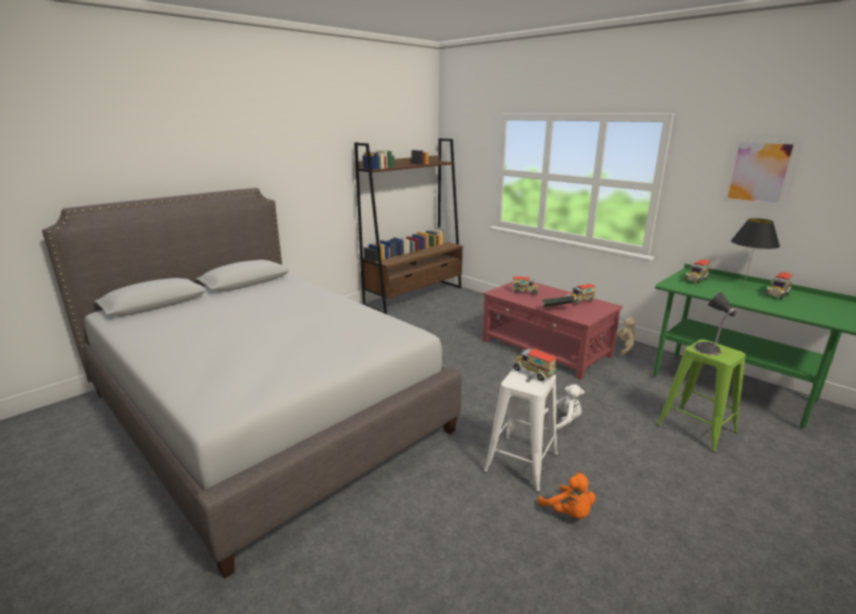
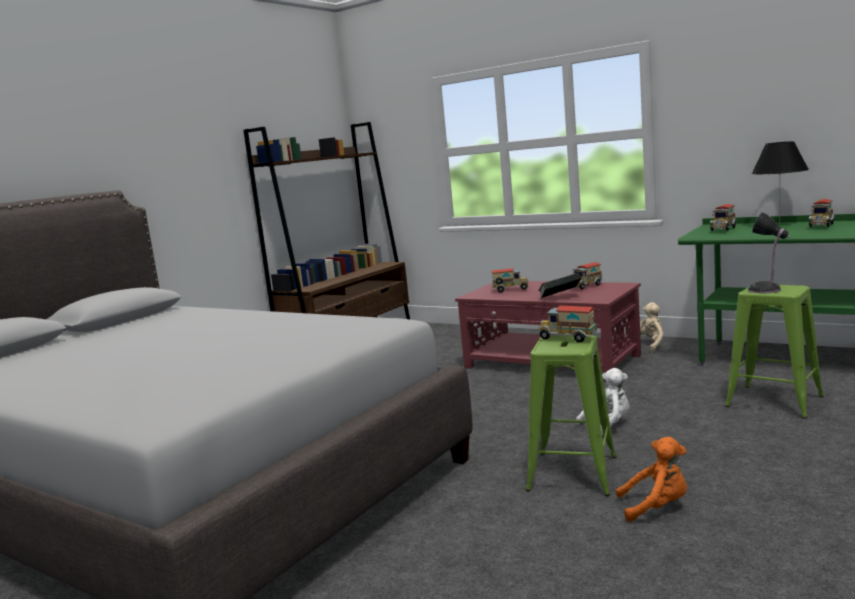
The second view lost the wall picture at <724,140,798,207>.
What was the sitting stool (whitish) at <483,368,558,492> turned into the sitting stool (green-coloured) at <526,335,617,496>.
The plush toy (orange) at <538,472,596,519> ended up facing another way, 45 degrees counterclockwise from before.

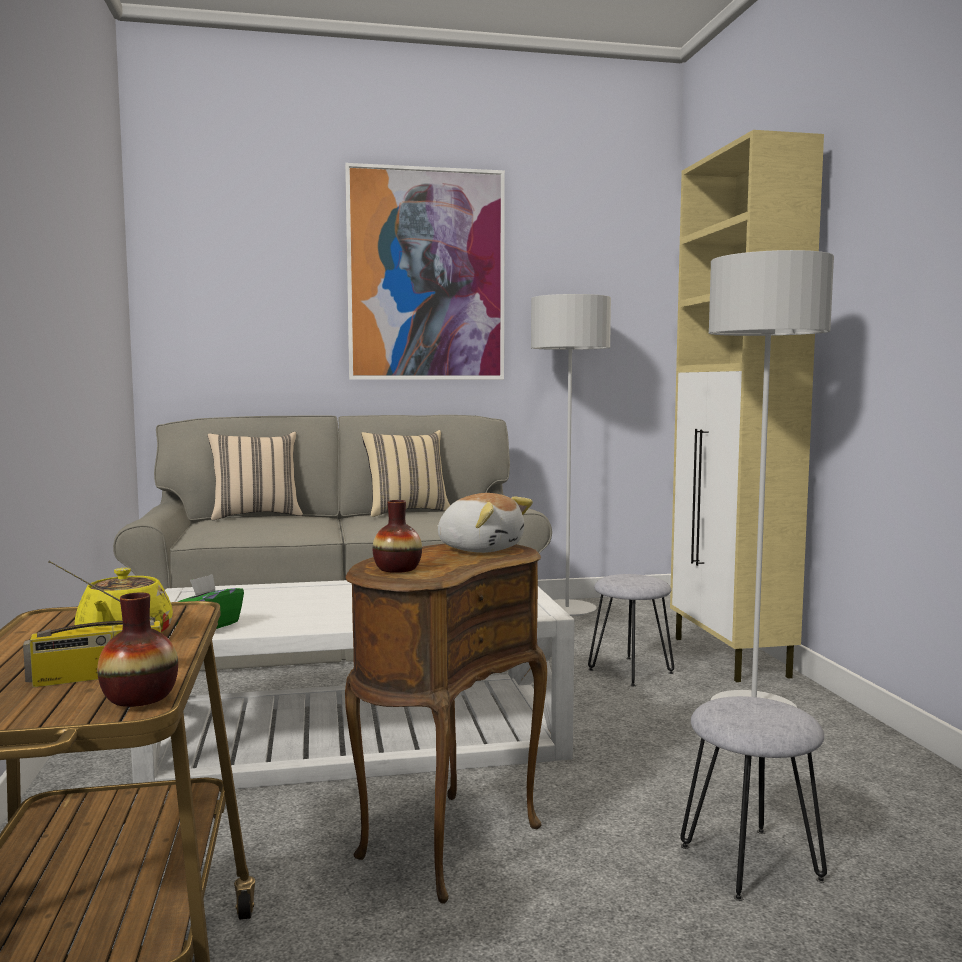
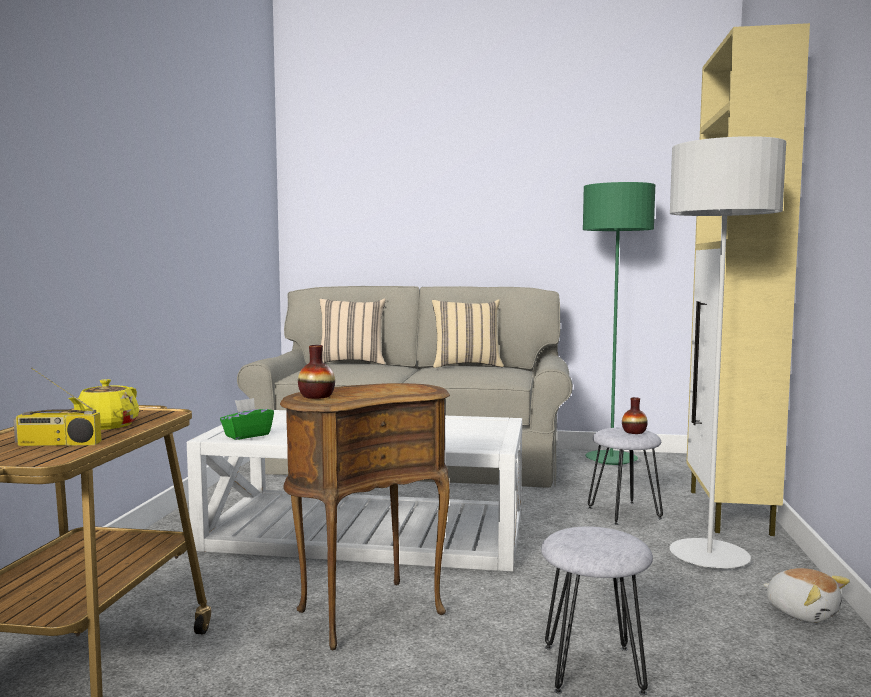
The second view lost the wall picture at <345,163,505,380>.
What was the standing lamp (gray) at <531,294,611,616> turned into the standing lamp (green-coloured) at <583,182,655,465>.
The plush toy ended up elsewhere, having gone from <437,493,533,553> to <763,568,850,623>.
The flower vase ended up elsewhere, having gone from <97,592,178,707> to <622,397,648,434>.

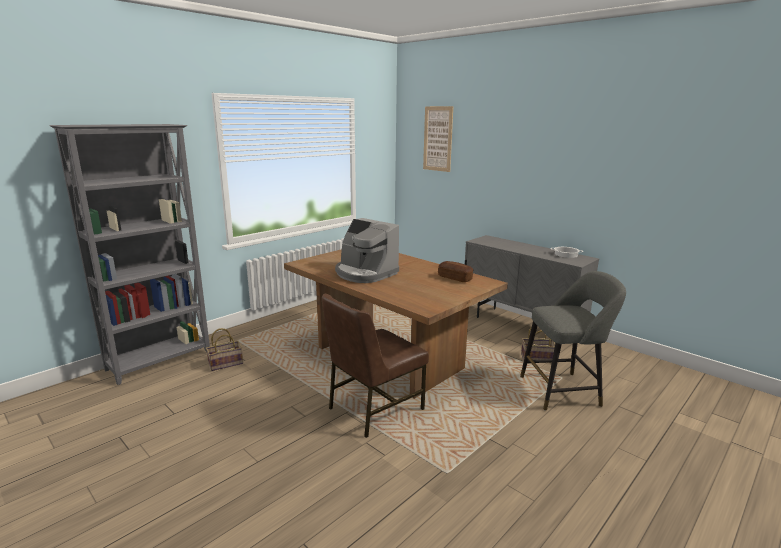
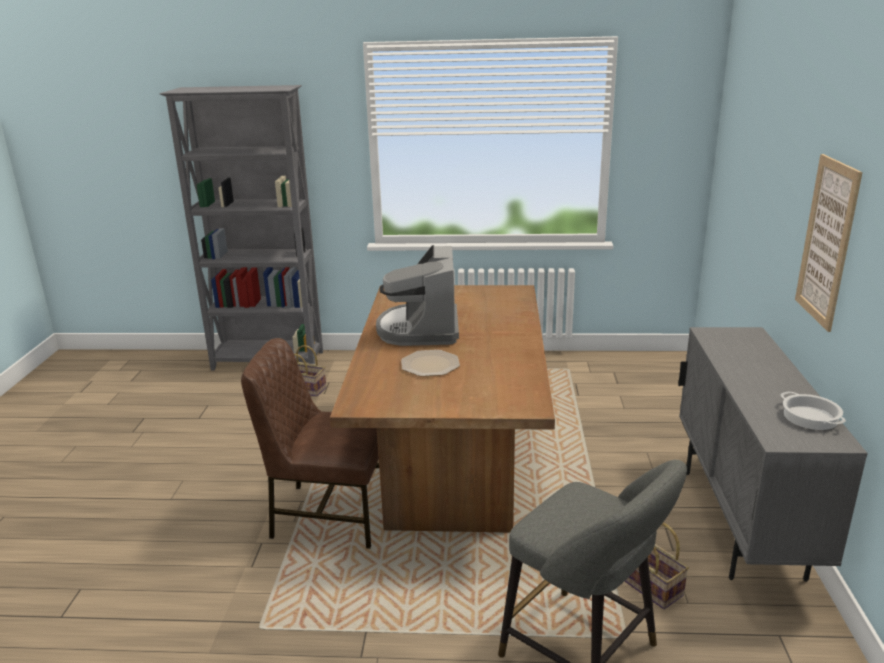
The wall picture ended up elsewhere, having gone from <423,106,453,172> to <795,154,863,332>.
The second view lost the bakery bread at <438,261,473,282>.
The second view gained the flat dish at <401,350,460,377>.

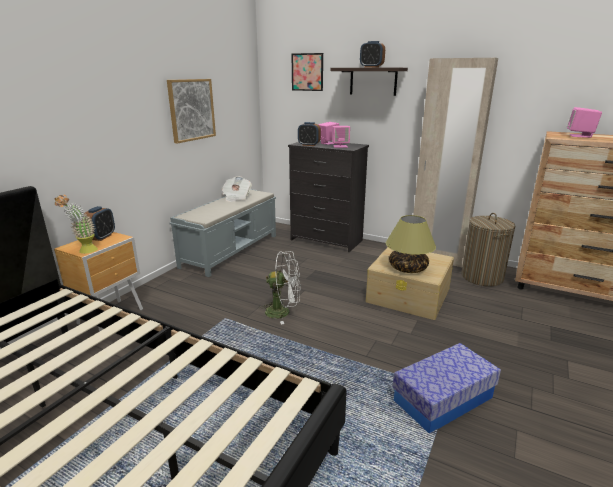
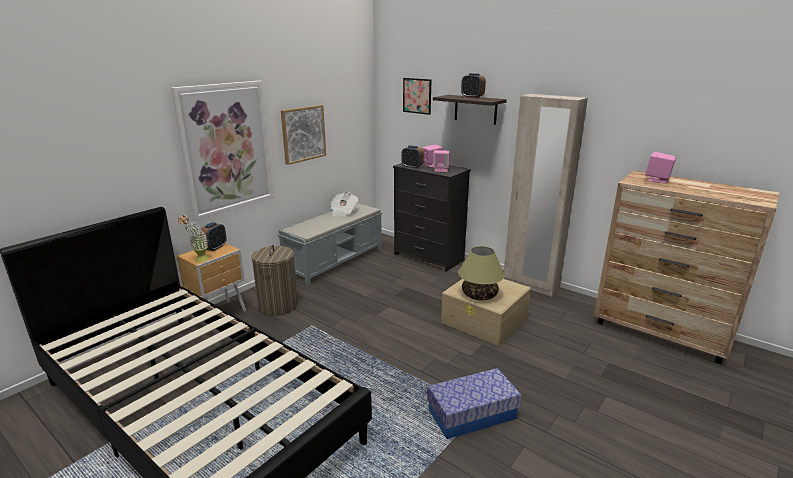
The laundry basket ended up elsewhere, having gone from <461,213,516,286> to <251,245,298,316>.
The second view lost the cooling fan (whitish) at <260,251,301,325>.
The second view gained the wall picture at <171,81,274,220>.

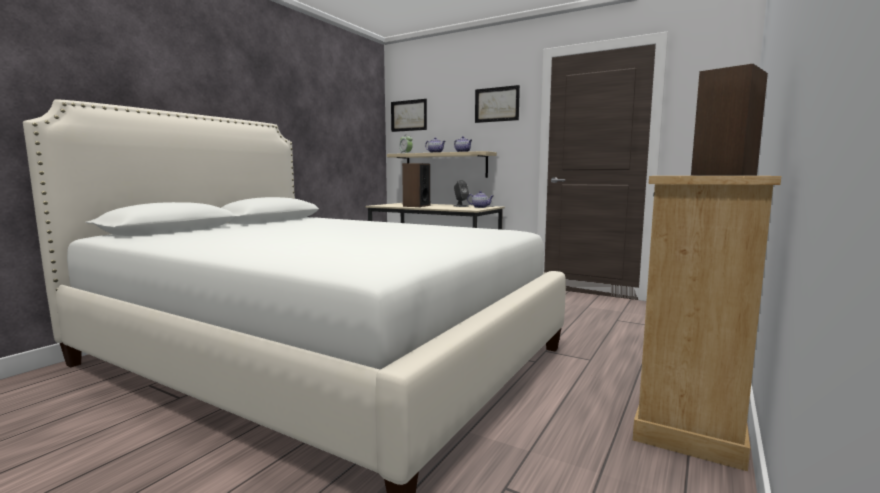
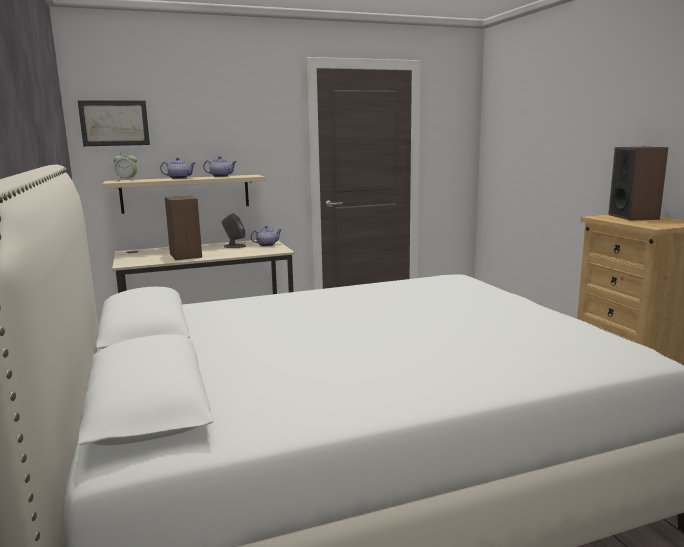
The second view lost the wall picture at <475,85,520,123>.

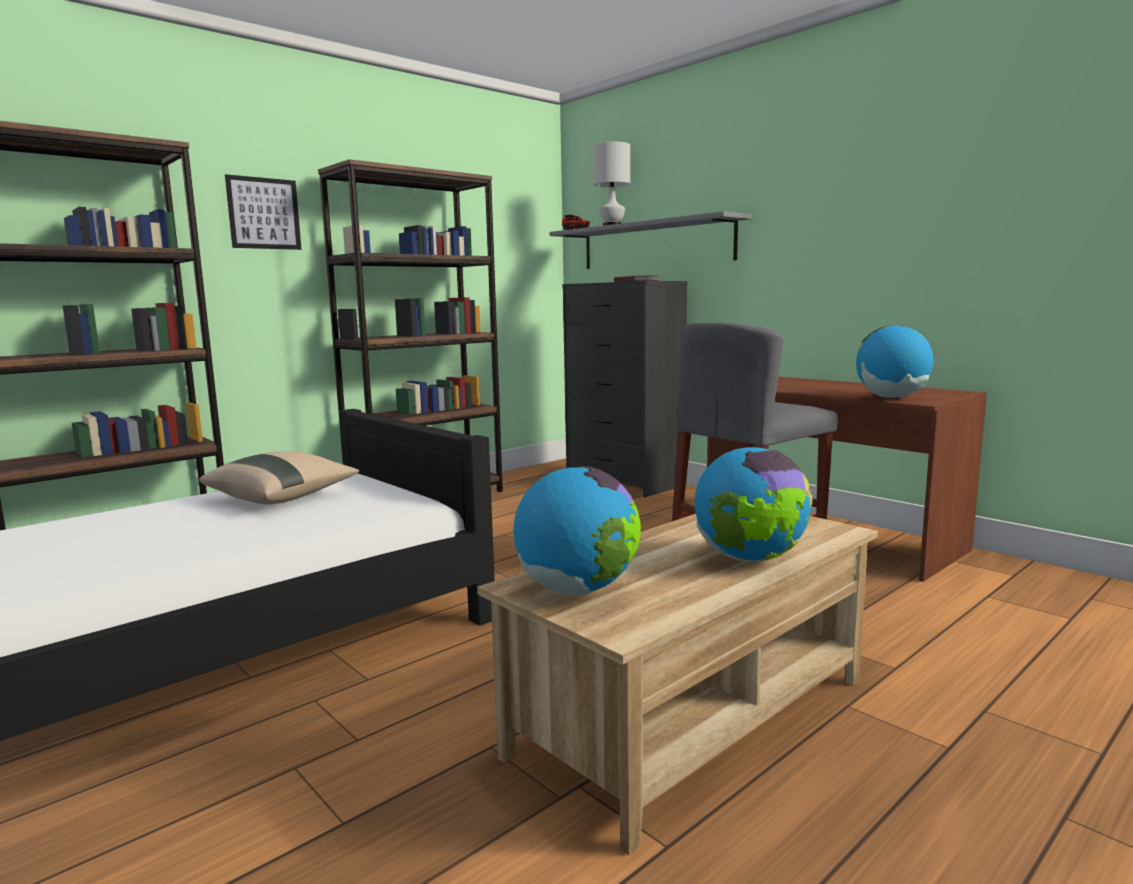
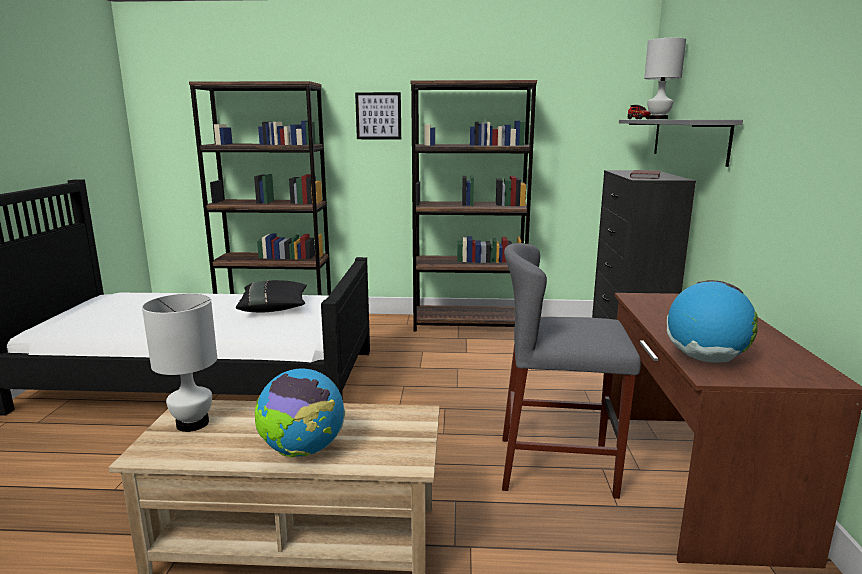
What was the cushion (beige) at <199,451,359,505> turned into the cushion (black) at <236,280,307,312>.
Where the globe stood at <514,466,641,595>, the tabletop lamp (whitish) came to stand at <142,294,217,432>.

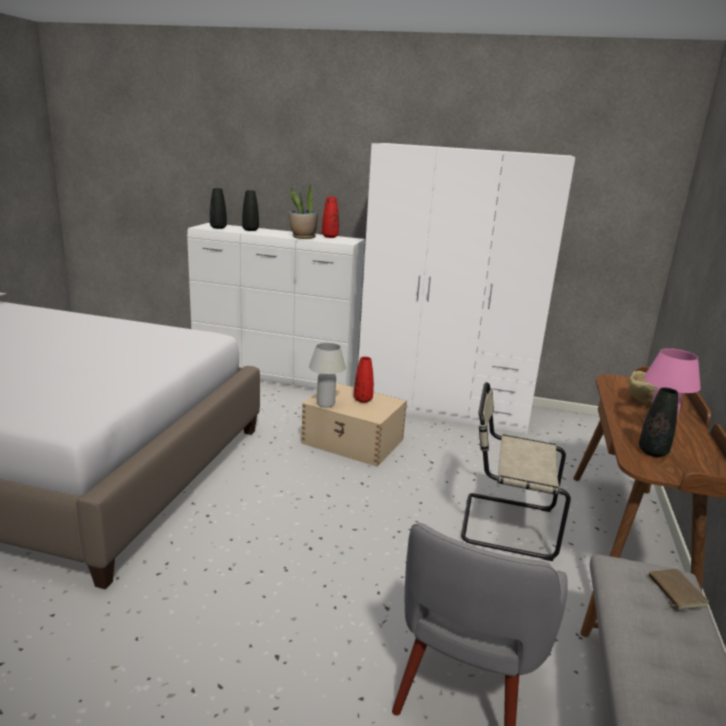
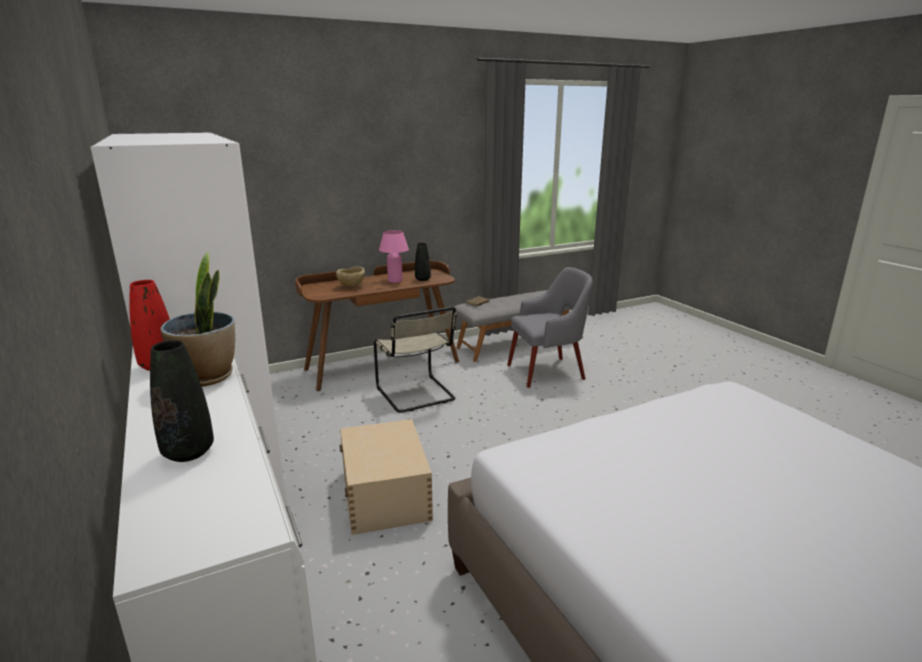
The second view lost the flower vase (black) at <210,188,227,229>.
The second view lost the tabletop lamp (whitish) at <309,343,346,407>.
The second view lost the flower vase (red) at <354,357,374,403>.

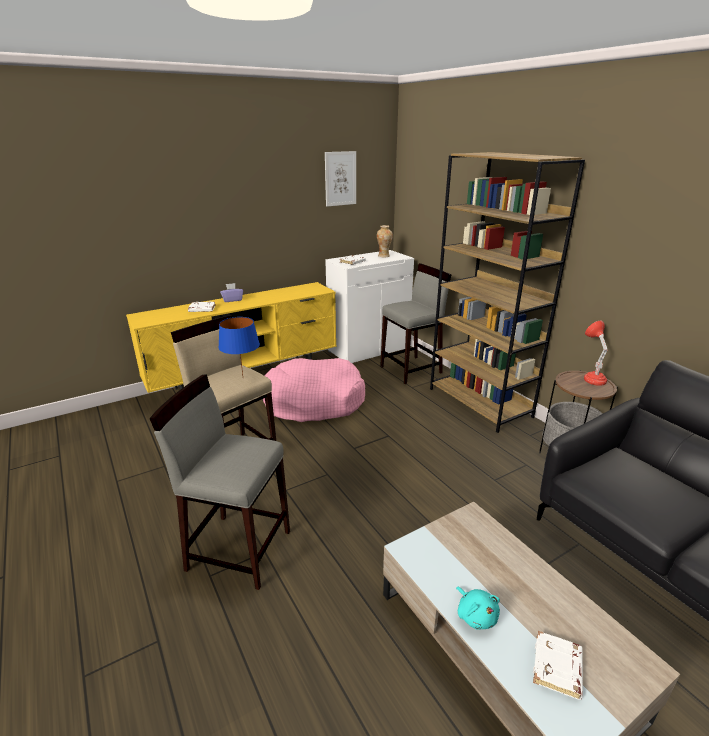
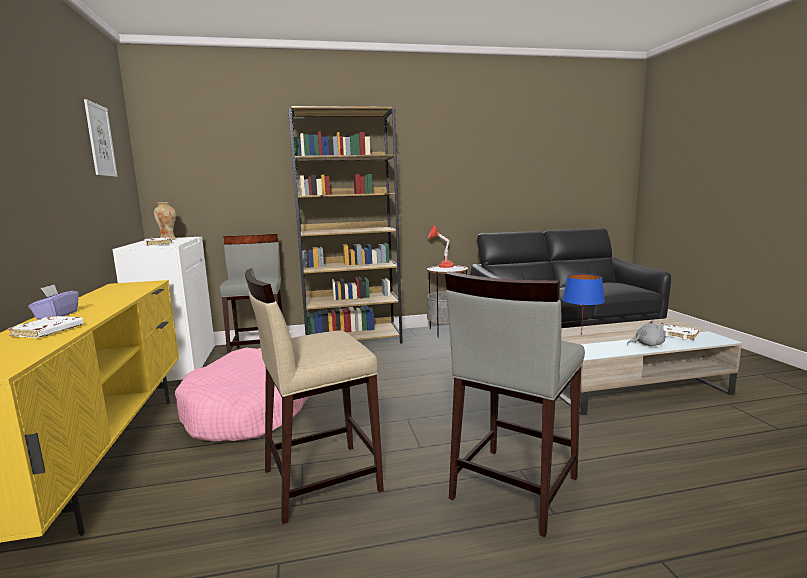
The tabletop lamp (blue) ended up elsewhere, having gone from <218,317,260,375> to <562,274,605,335>.
What was the plush toy (blue-green) at <456,586,500,629> turned into the plush toy (gray) at <627,320,666,346>.

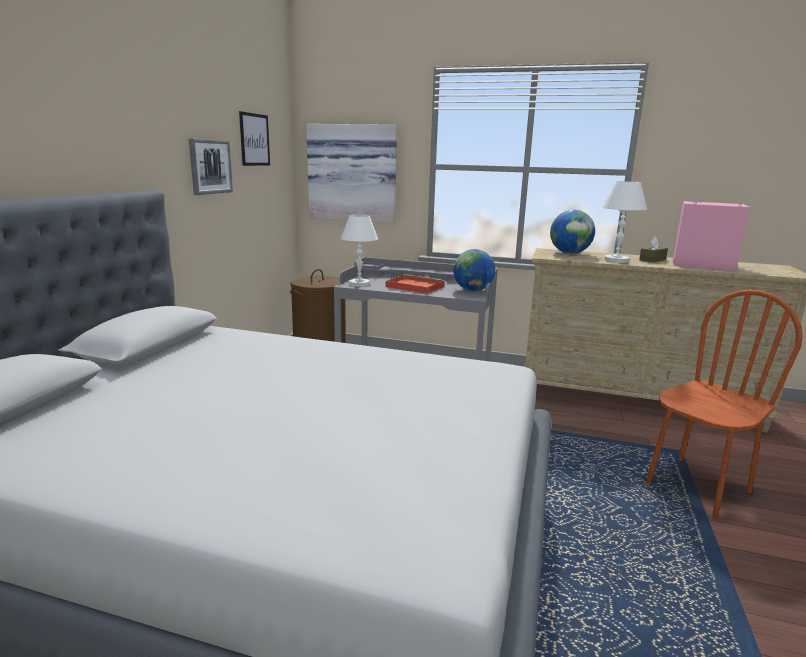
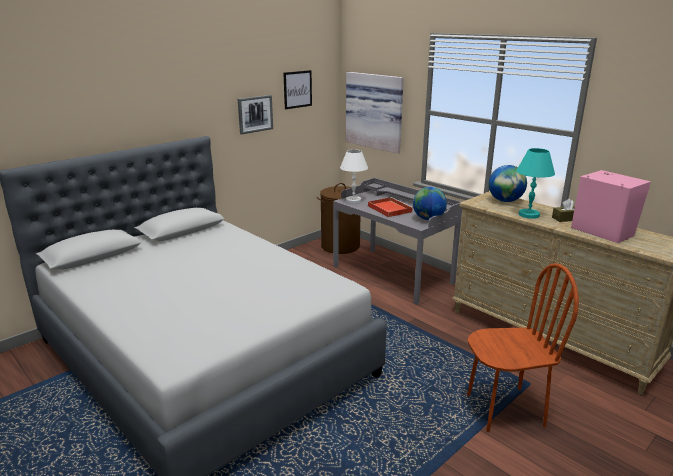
What was the tabletop lamp (whitish) at <602,181,647,263> turned into the tabletop lamp (blue-green) at <516,148,555,219>.

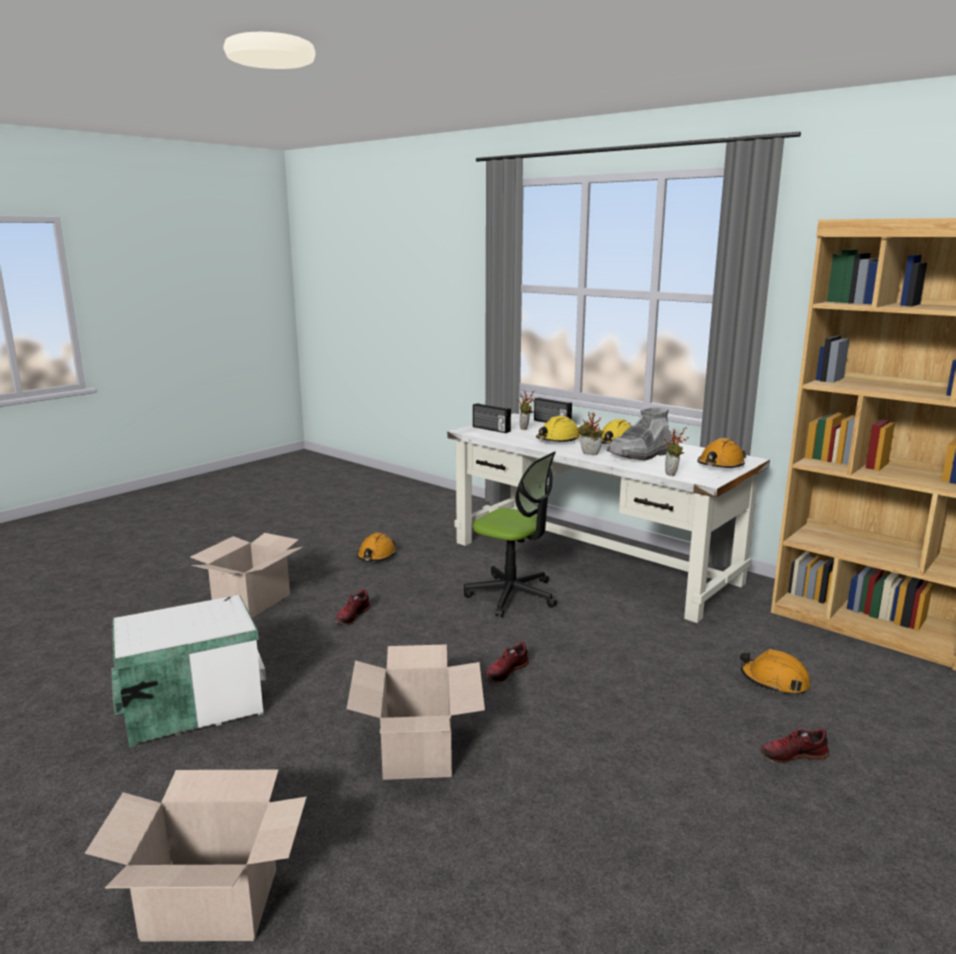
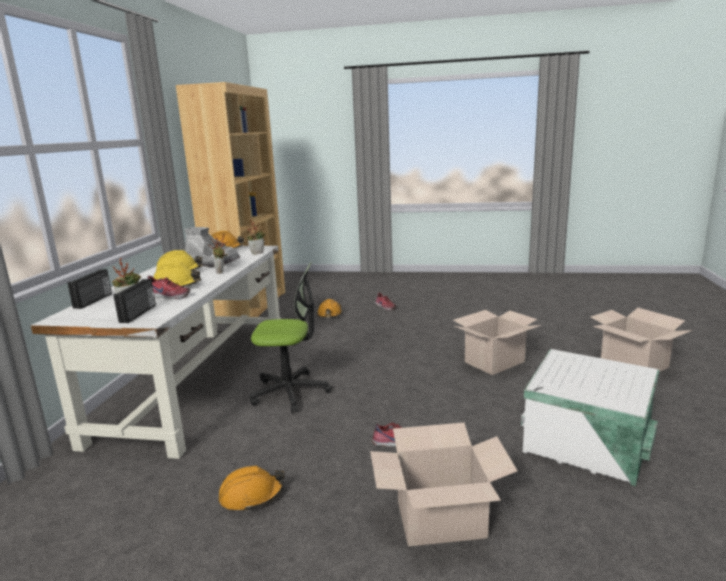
The computer chair at <464,451,557,617> ended up facing another way, 90 degrees clockwise from before.
The item of footwear ended up elsewhere, having gone from <485,641,529,683> to <147,276,190,299>.

